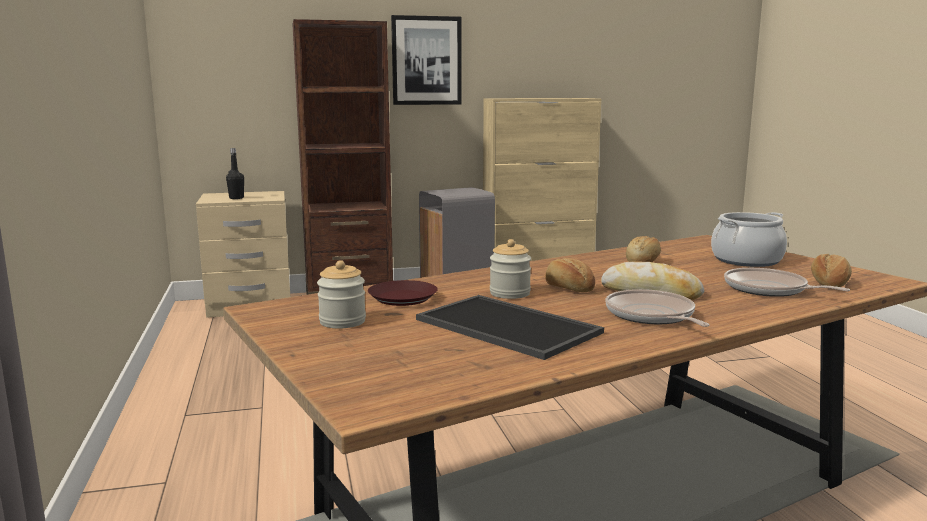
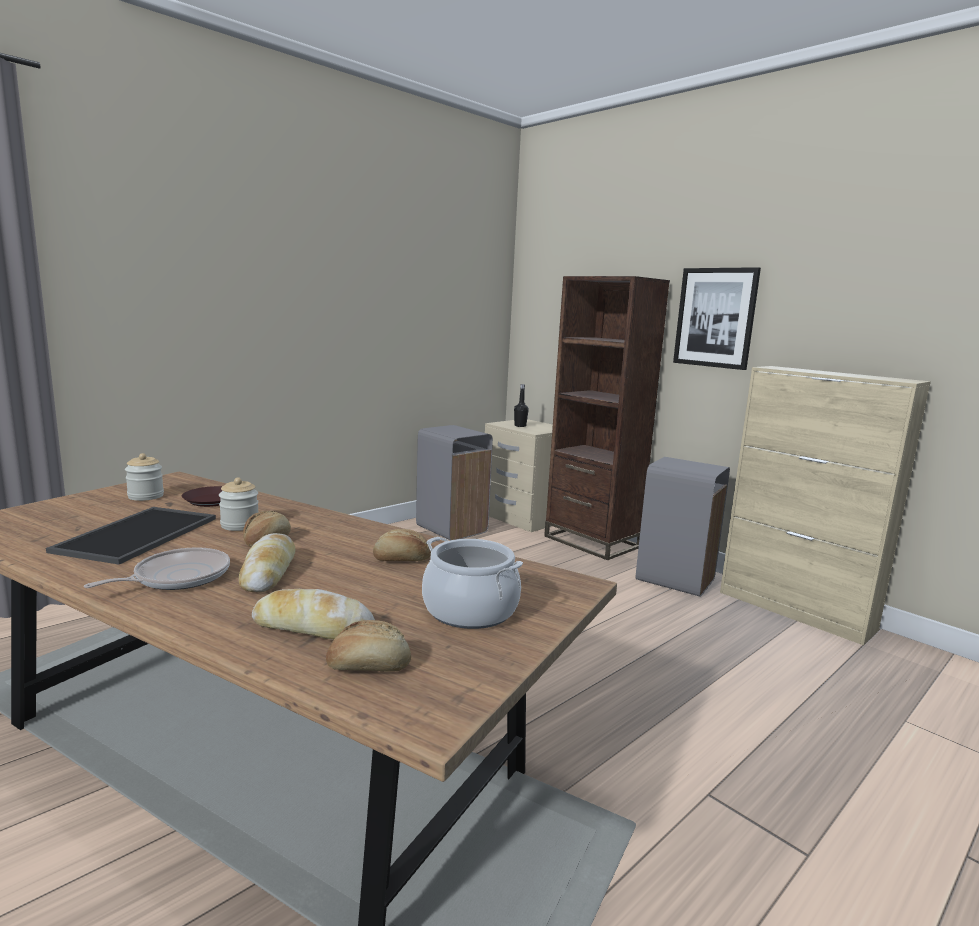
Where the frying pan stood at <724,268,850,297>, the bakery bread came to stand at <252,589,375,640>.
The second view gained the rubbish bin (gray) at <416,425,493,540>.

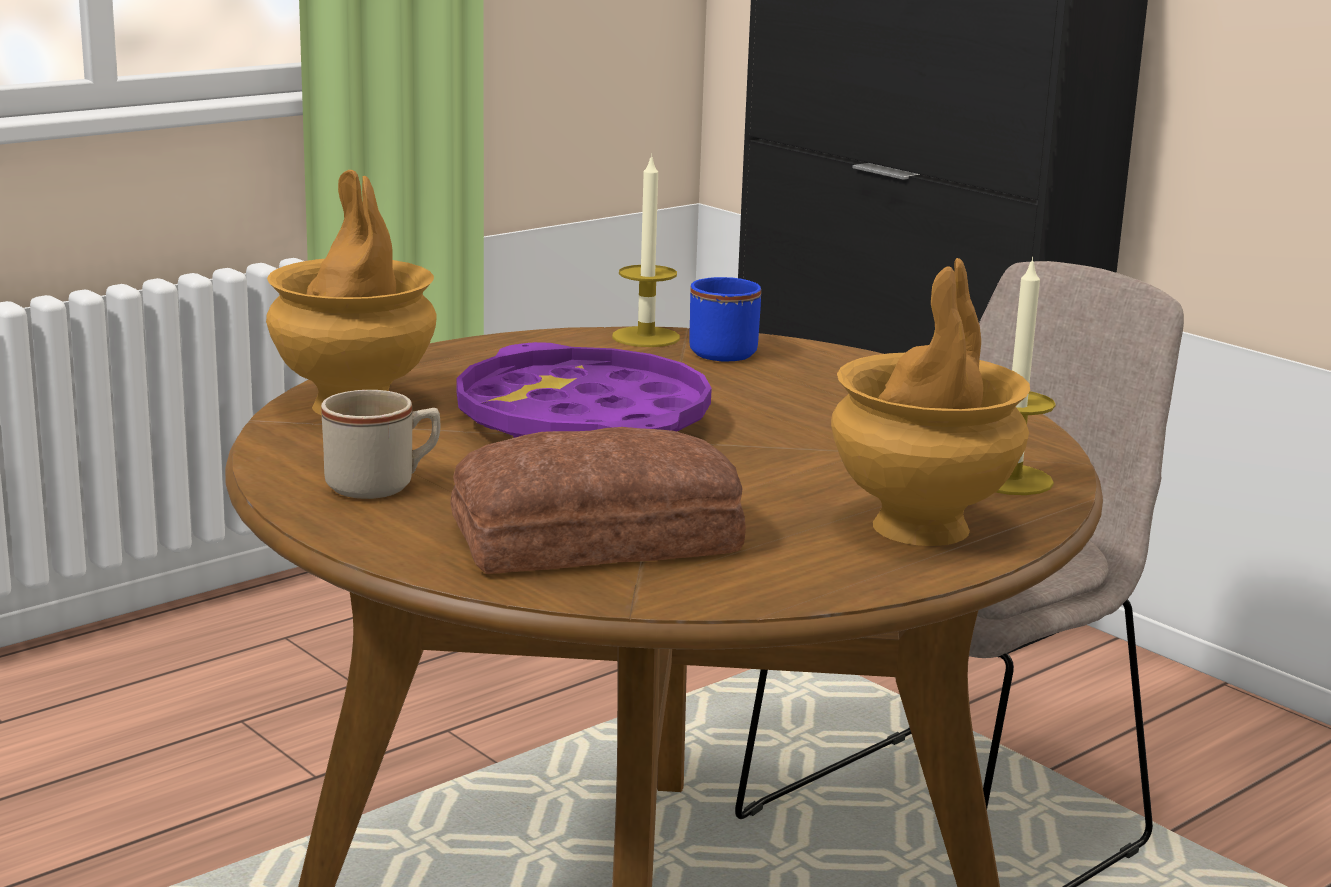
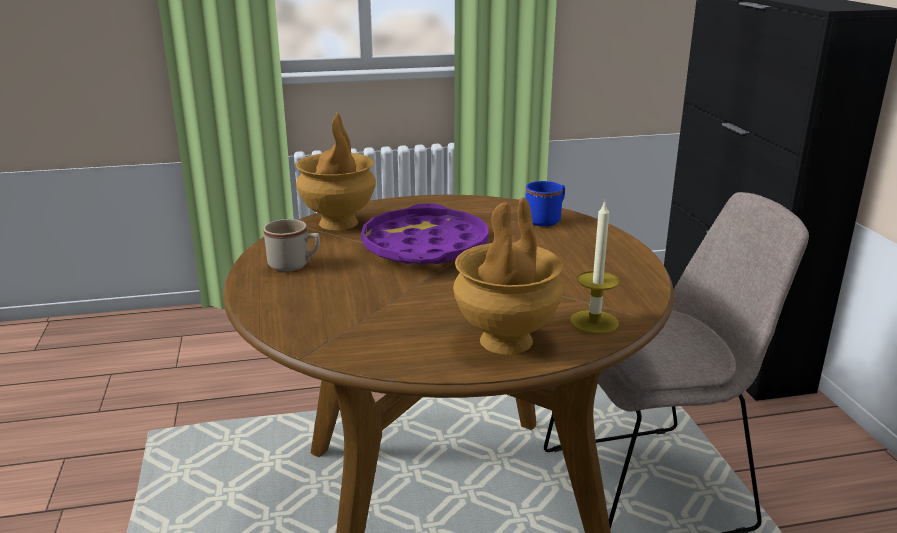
The second view lost the wax candle at <612,154,680,347>.
The second view lost the bakery bread at <450,427,746,574>.

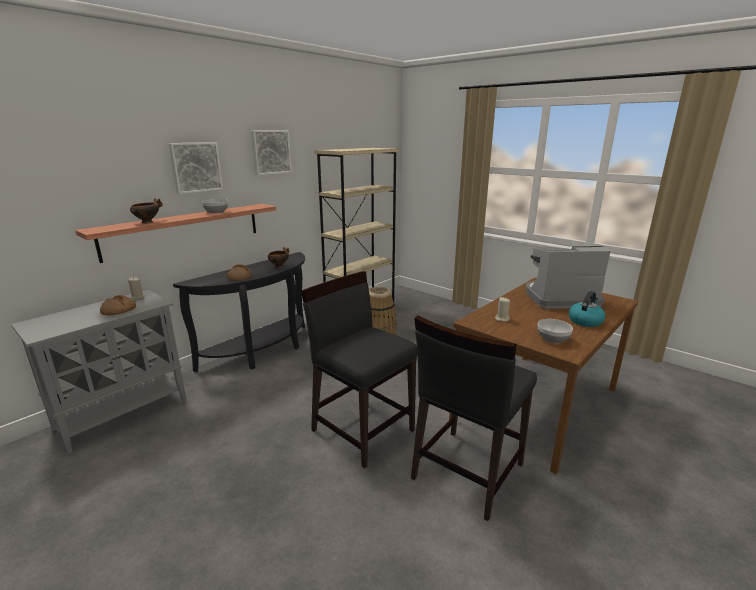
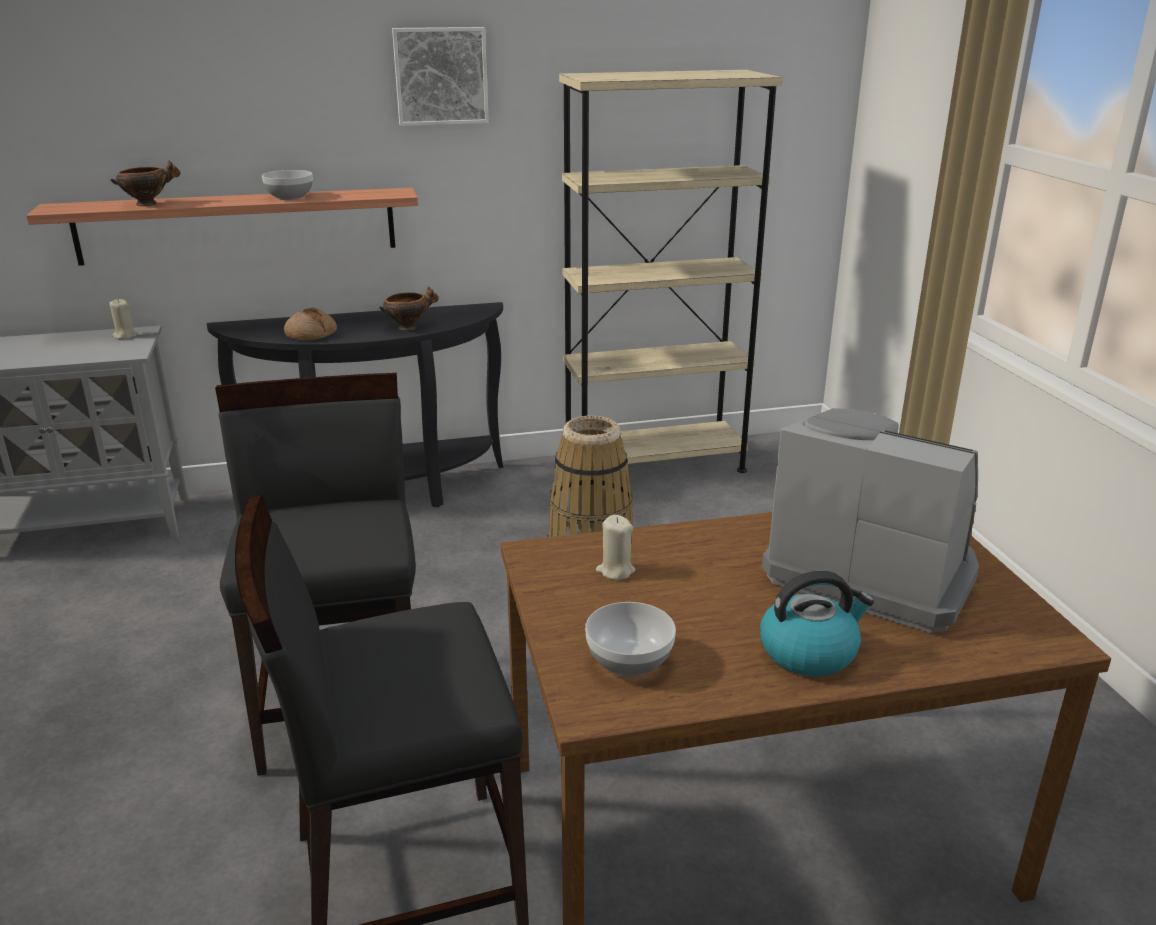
The second view lost the wall picture at <168,142,223,194>.
The second view lost the bakery bread at <100,295,136,315>.

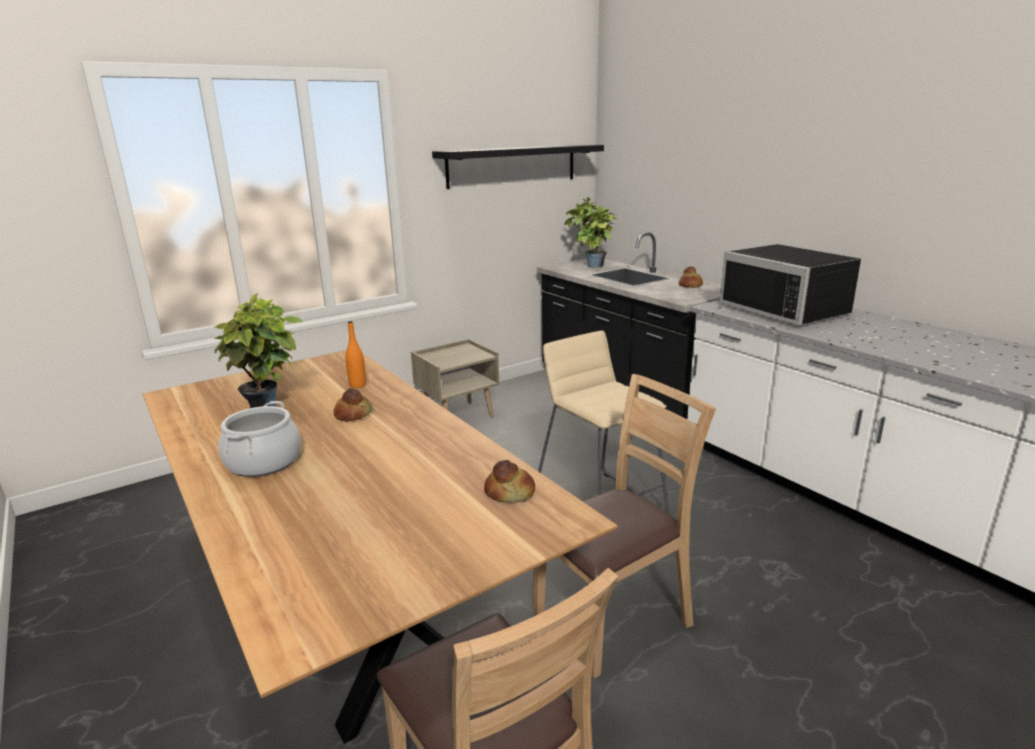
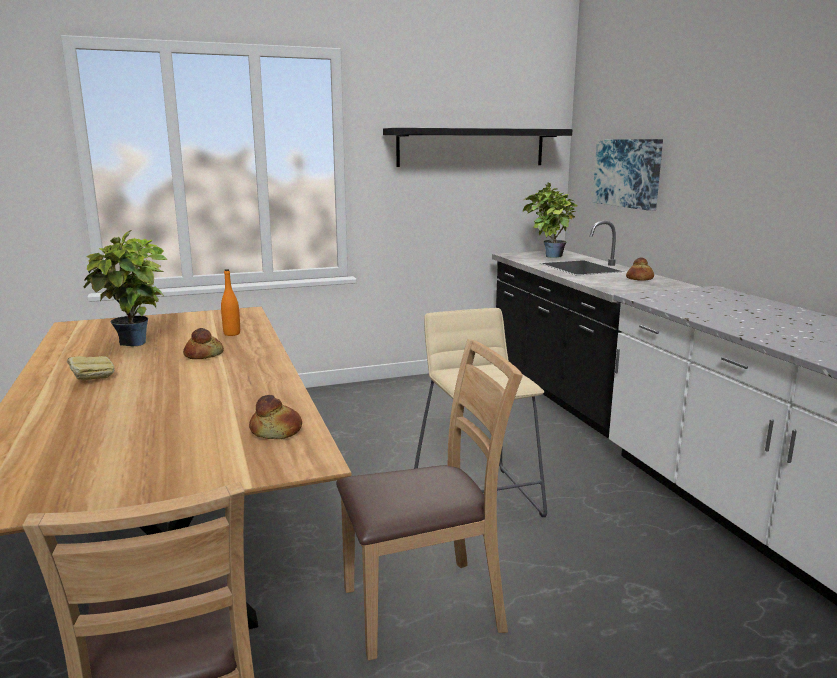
The second view lost the kitchen microwave (black) at <719,244,861,325>.
The second view lost the nightstand (beige) at <411,339,499,418>.
Where the stockpot stood at <218,401,301,477>, the bakery bread came to stand at <67,356,114,380>.
The second view gained the wall picture at <592,139,663,211>.

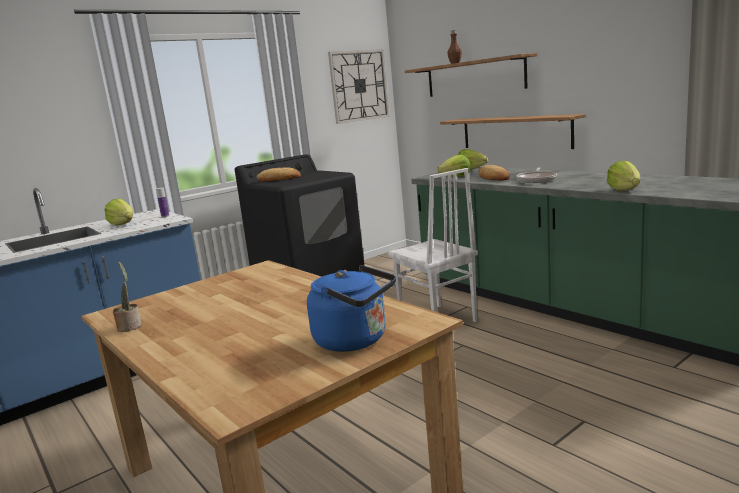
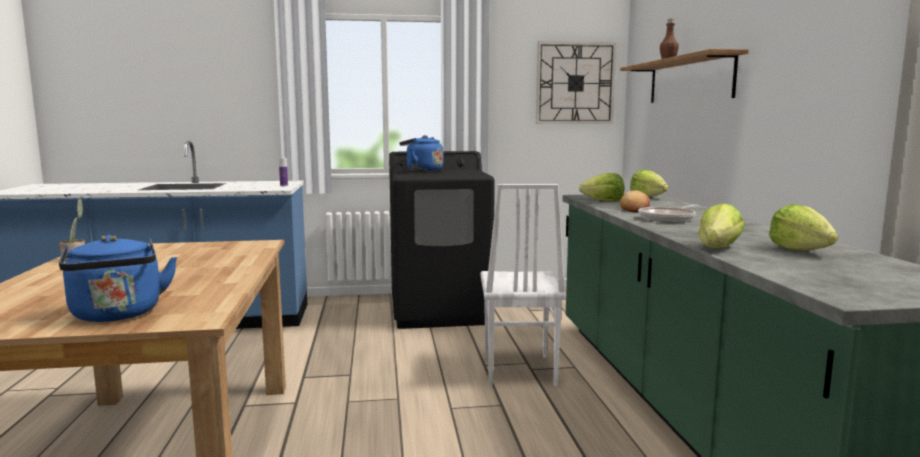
The second view lost the bracket shelf at <440,114,586,149>.
Where the bakery bread stood at <257,168,301,182>, the water kettle (blue) came to stand at <399,135,443,172>.
The head of lettuce ended up elsewhere, having gone from <104,199,133,226> to <769,204,838,250>.

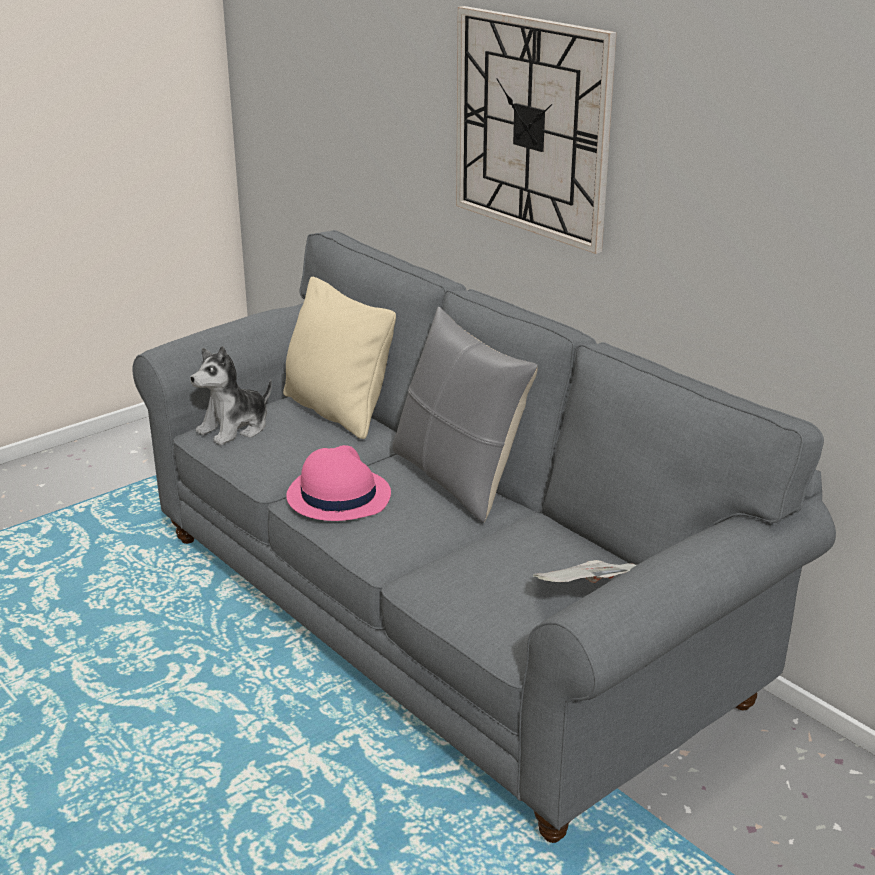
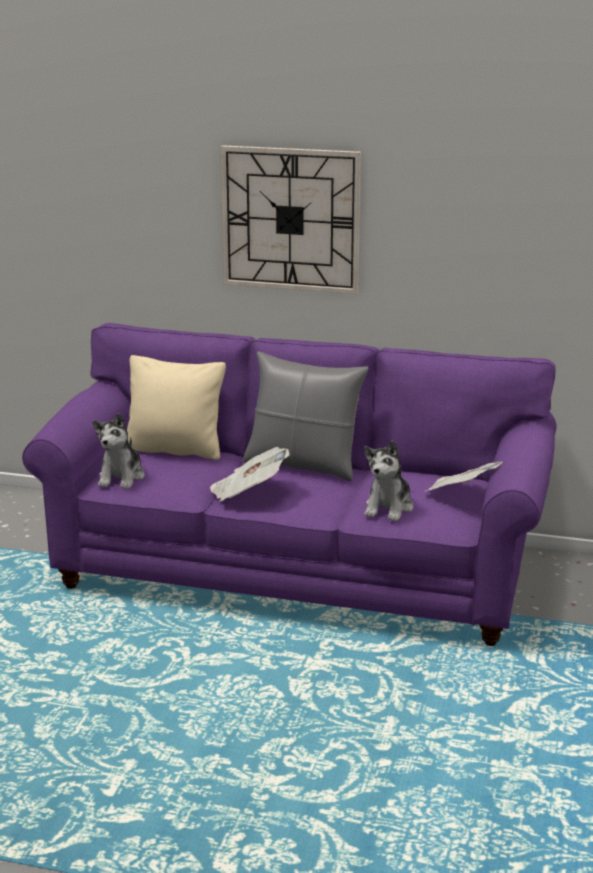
What was the sofa (gray) at <132,230,836,843> turned into the sofa (purplish) at <22,323,556,646>.
Where the hat (pinkish) stood at <286,445,391,521>, the newspaper came to stand at <210,447,290,501>.
The second view gained the plush toy at <364,441,413,521>.

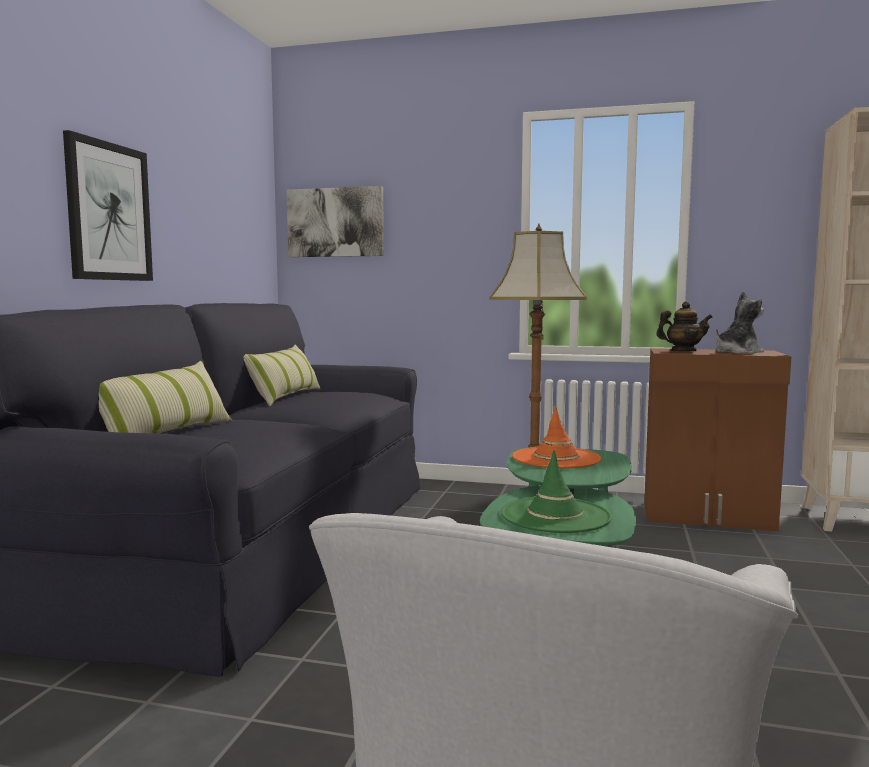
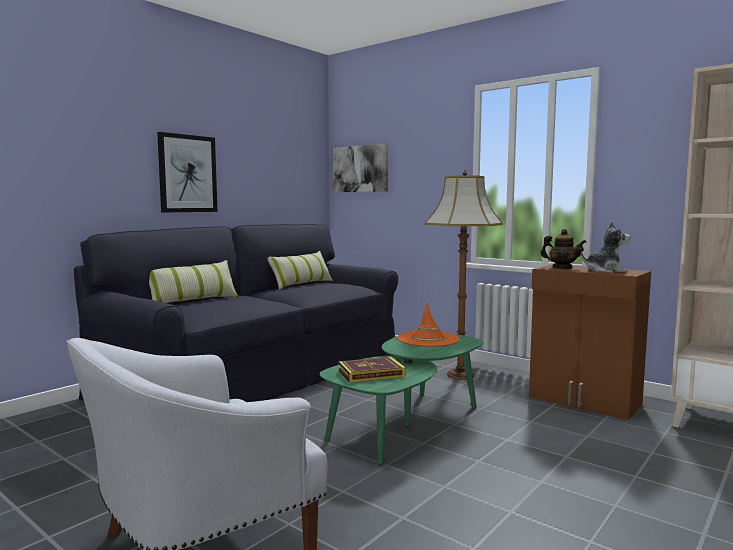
Where the hat (green-coloured) stood at <501,450,612,533>, the book came to stand at <339,357,406,383>.

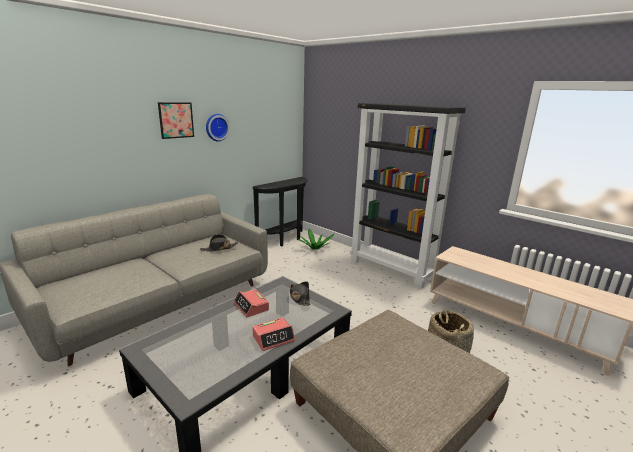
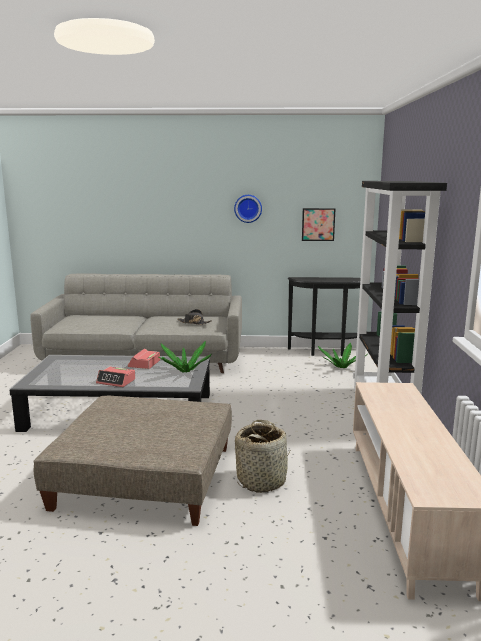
The wall picture ended up elsewhere, having gone from <158,102,194,139> to <302,208,335,241>.
Where the hat (black) stood at <290,282,311,306>, the plant in a pot came to stand at <159,341,212,372>.

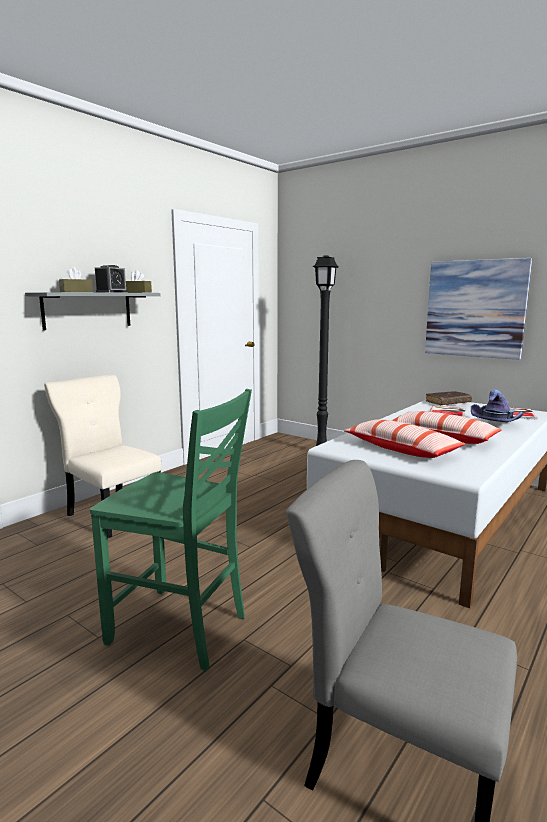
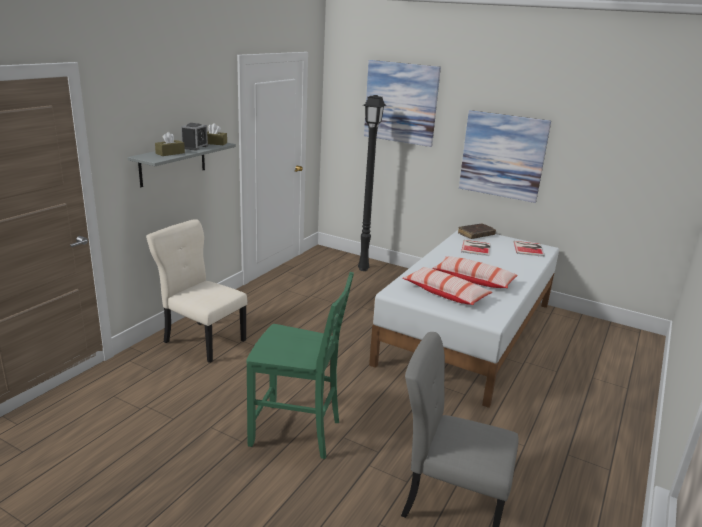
The second view lost the hat (purplish) at <471,389,523,422>.
The second view gained the wall picture at <364,60,441,147>.

